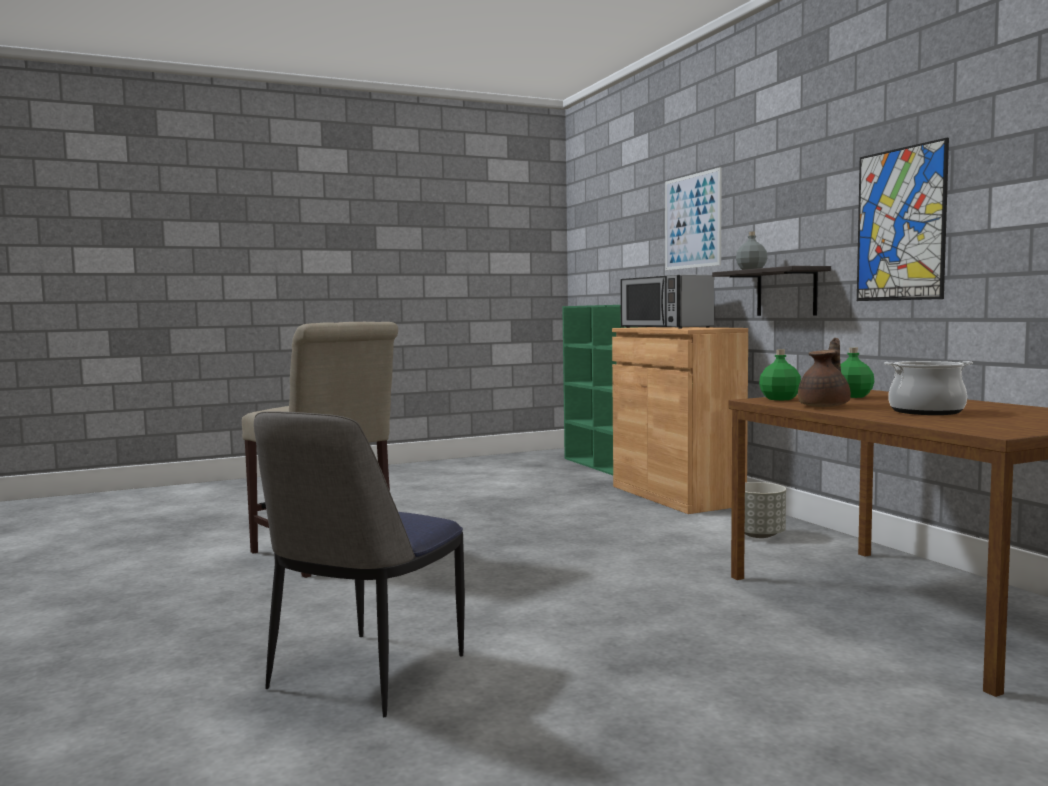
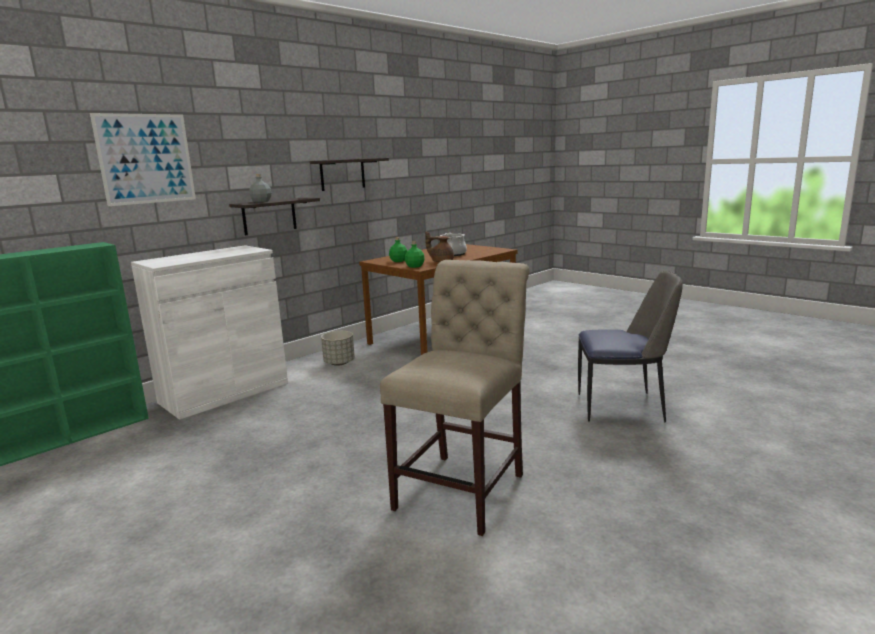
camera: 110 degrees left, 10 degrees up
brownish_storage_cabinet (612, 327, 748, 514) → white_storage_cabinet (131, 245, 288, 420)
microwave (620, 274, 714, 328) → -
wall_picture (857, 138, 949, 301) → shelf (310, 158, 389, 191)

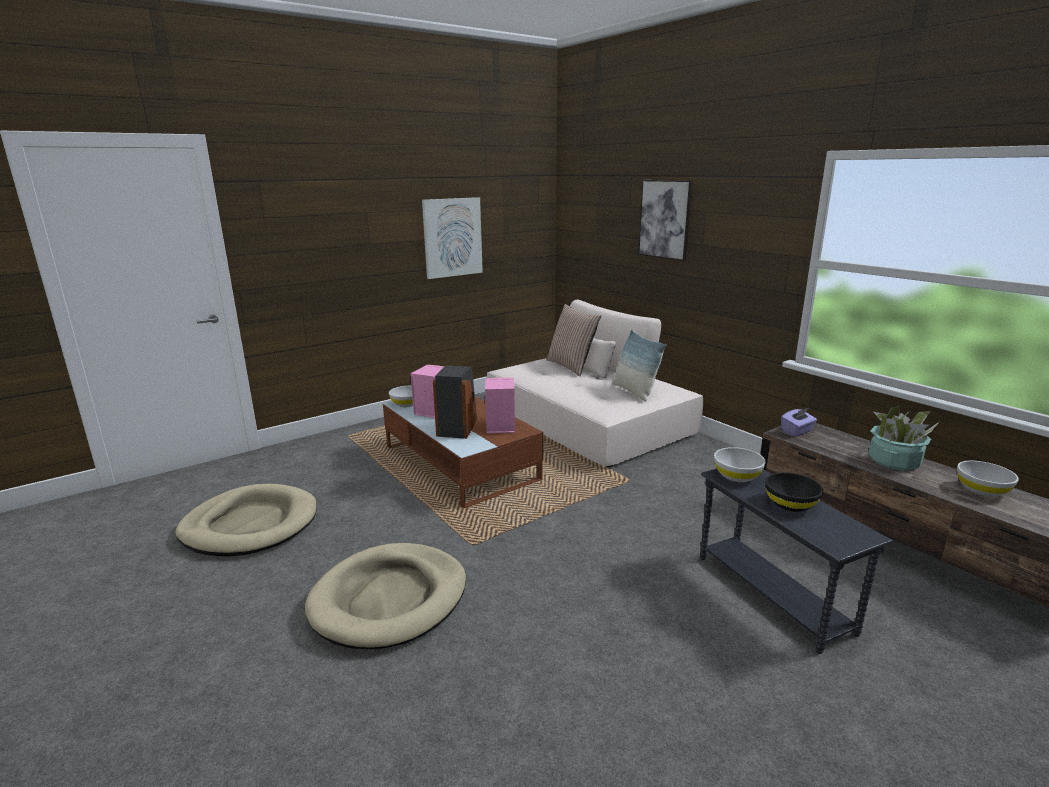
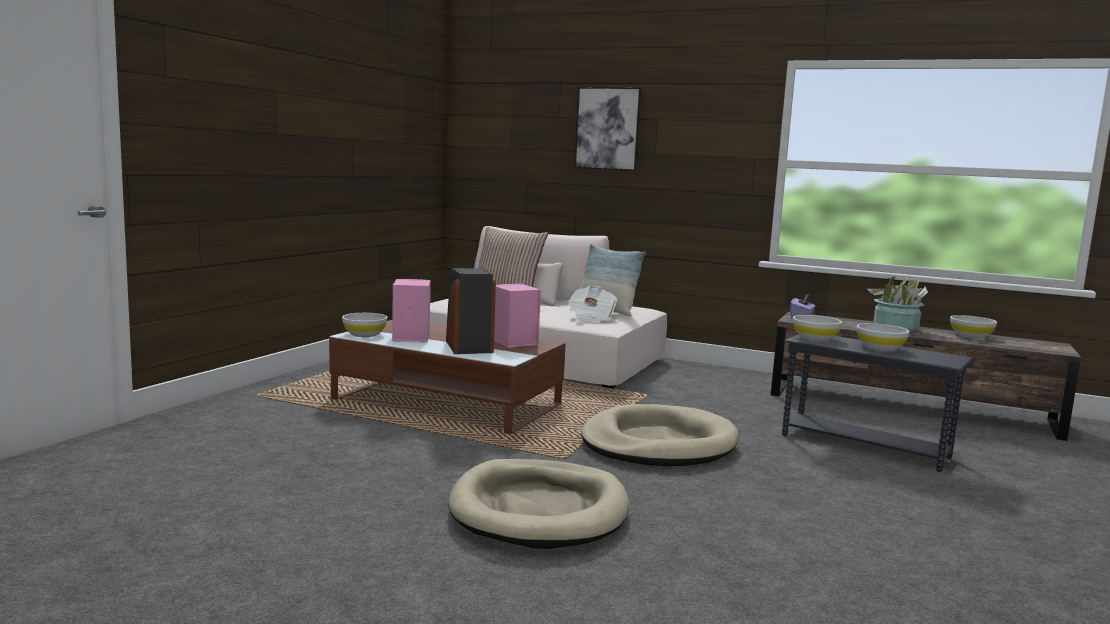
camera: 30 degrees left, 10 degrees down
beige-coloured_dog_cushion (175, 484, 317, 557) → beige-coloured_dog_cushion (581, 404, 739, 466), shifted
wall_picture (422, 197, 483, 279) → -
black_serving_bowl (765, 472, 823, 512) → white_serving_bowl (857, 323, 909, 351)
- → newspaper (567, 286, 618, 323)

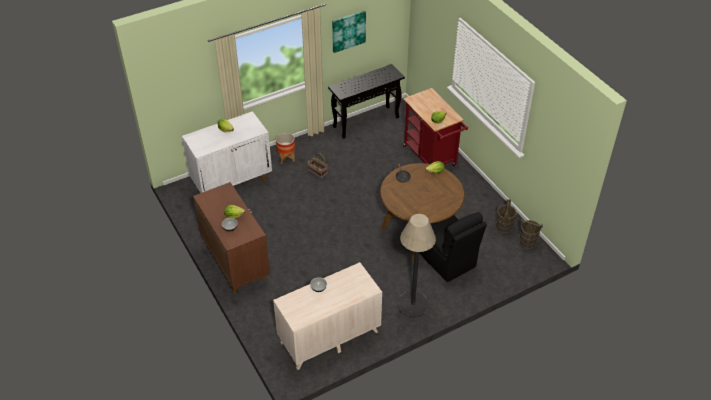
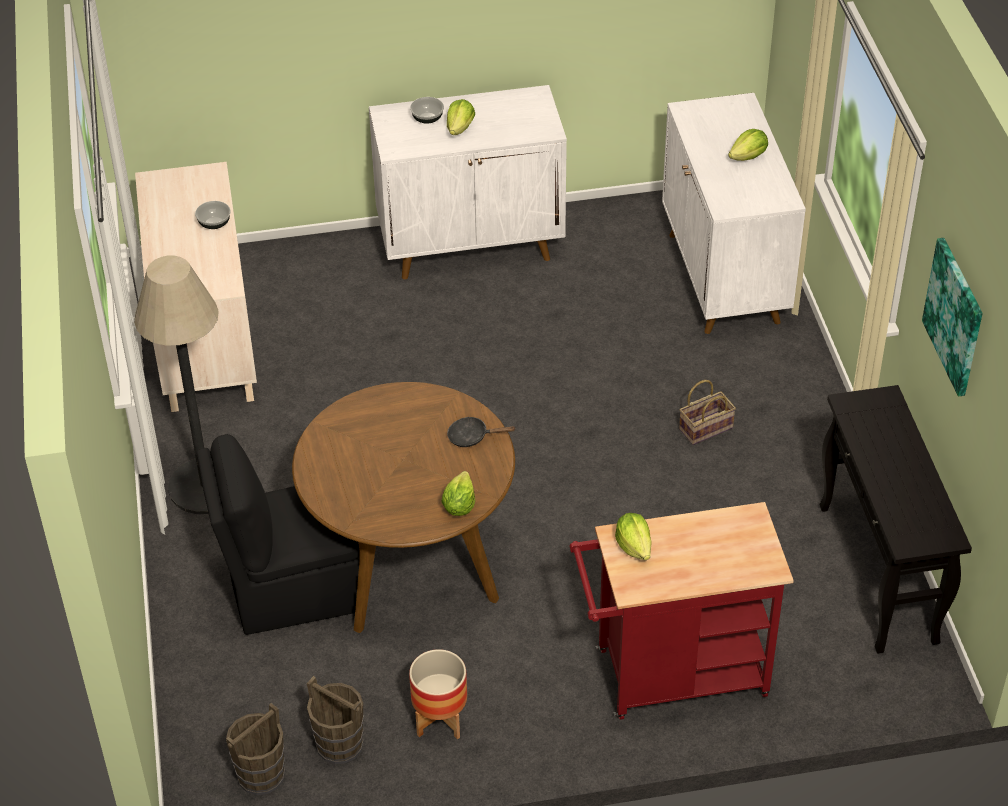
camera: 110 degrees right, 0 degrees up
brownish_storage_cabinet (193, 182, 270, 293) → white_storage_cabinet (369, 85, 567, 279)
planter (276, 133, 295, 164) → planter (409, 649, 467, 740), shifted

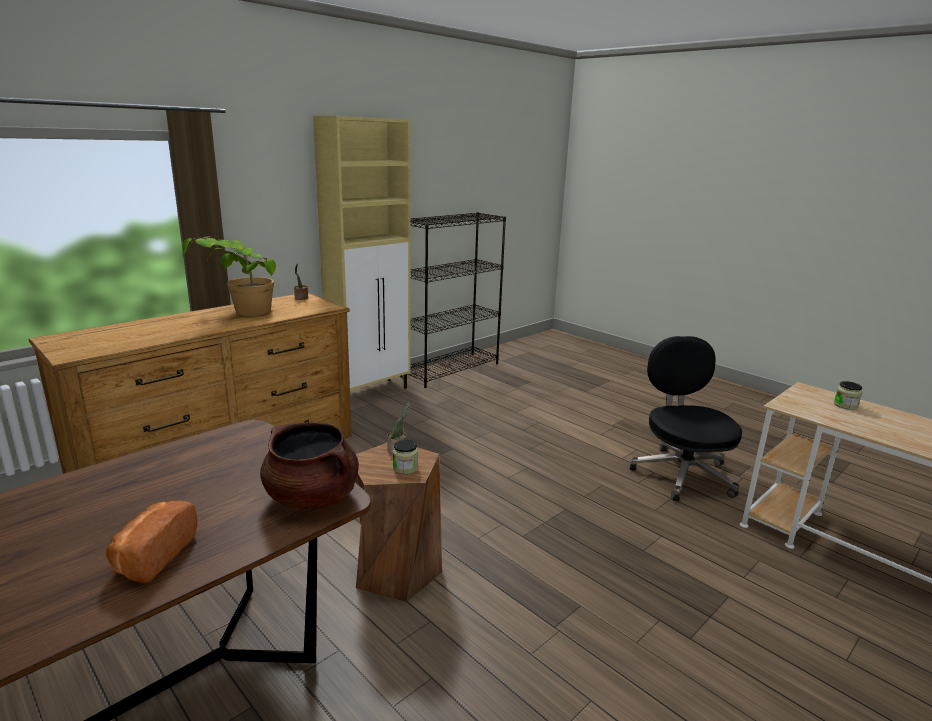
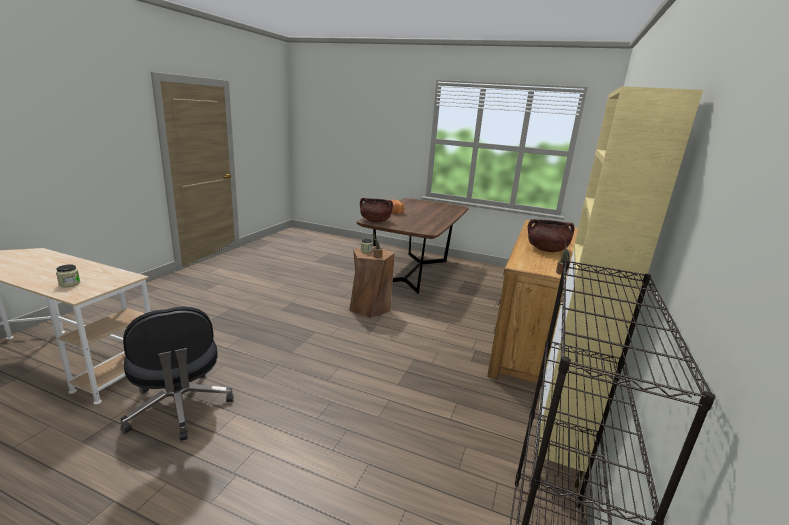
camera: 155 degrees right, 0 degrees up
houseplant (182, 236, 276, 316) → brownish_cooking_pot (528, 219, 575, 252)

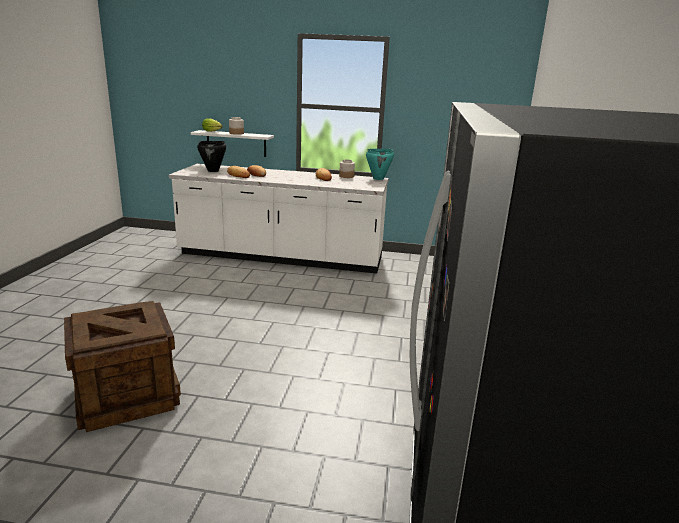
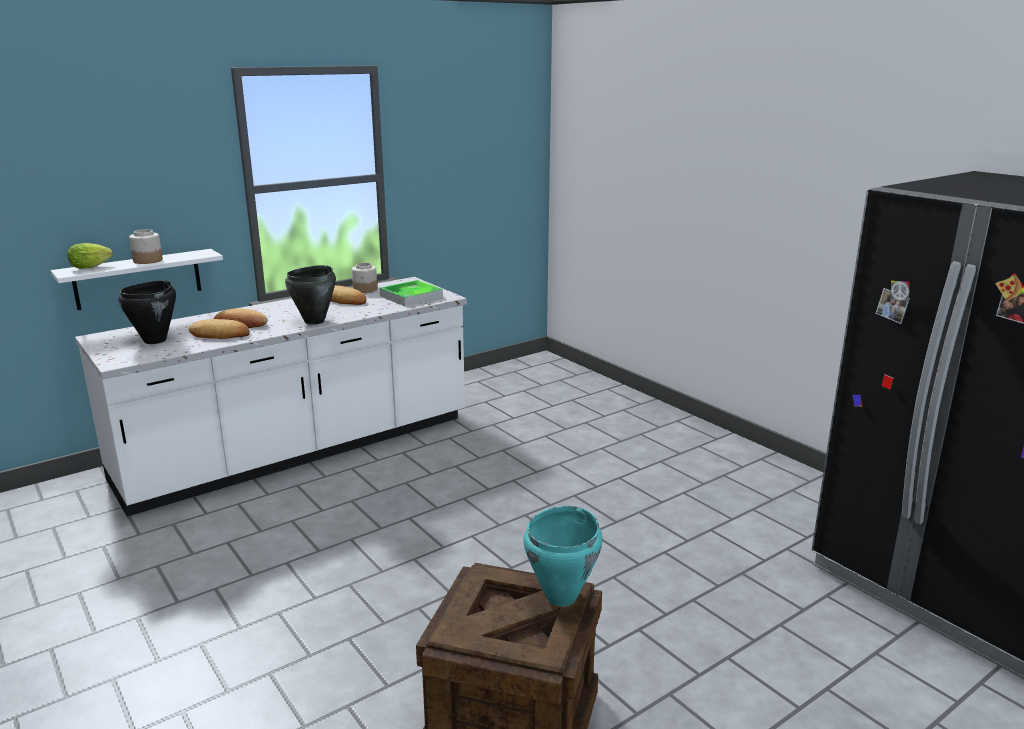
camera: 45 degrees left, 0 degrees up
turquoise_cooking_pot (366, 149, 394, 180) → turquoise_cooking_pot (523, 506, 602, 606), shifted
- → black_cooking_pot (285, 265, 336, 325)
- → tray (379, 280, 443, 306)

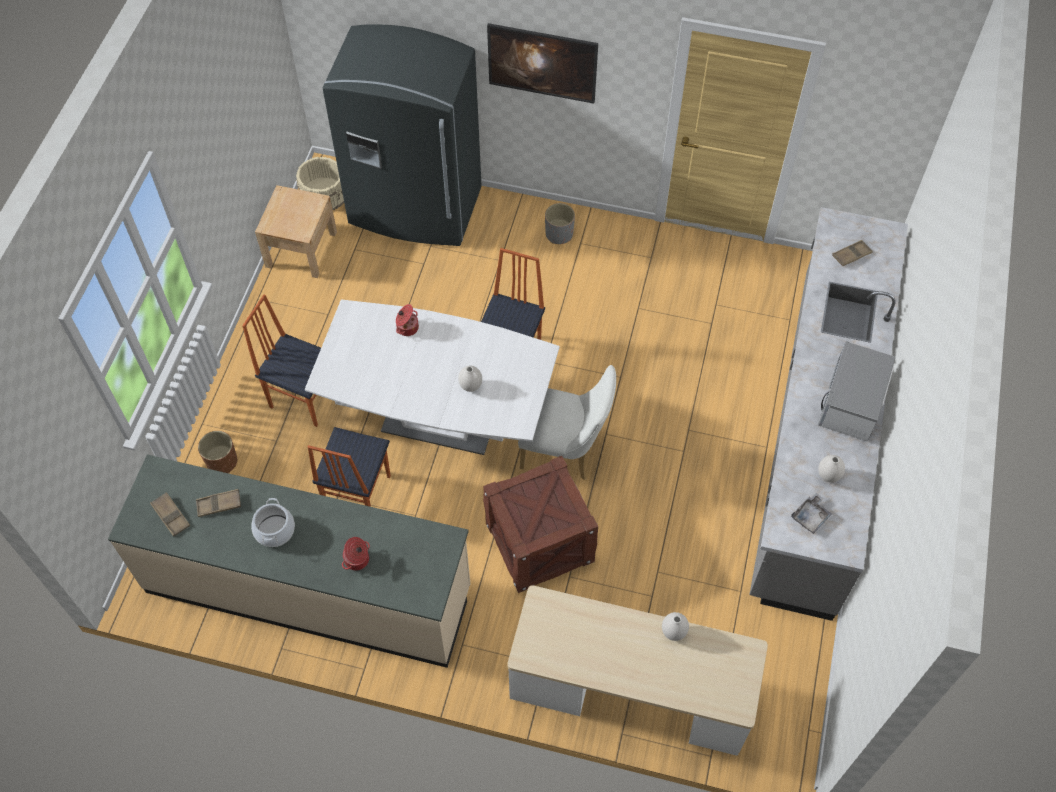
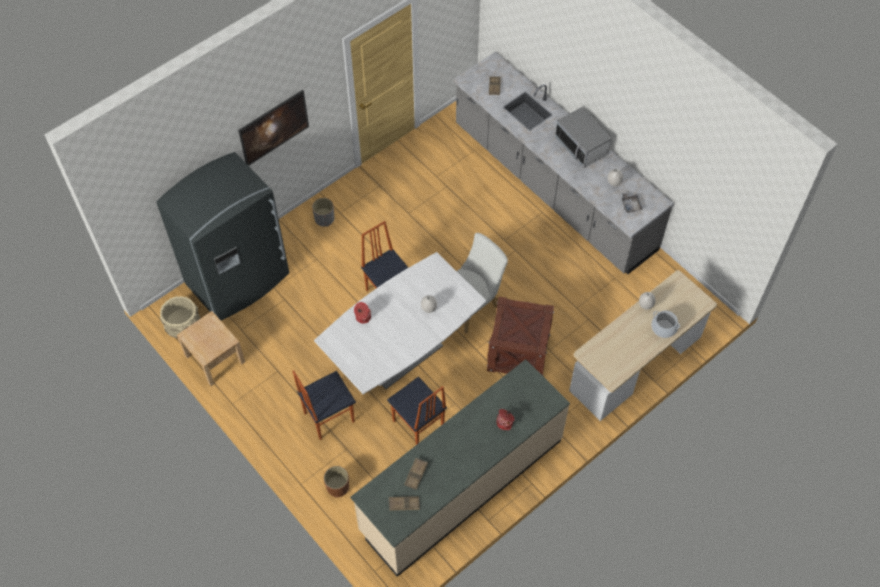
camera: 55 degrees left, 0 degrees up
cooking_pot (251, 498, 295, 547) → cooking_pot (651, 311, 680, 338), shifted

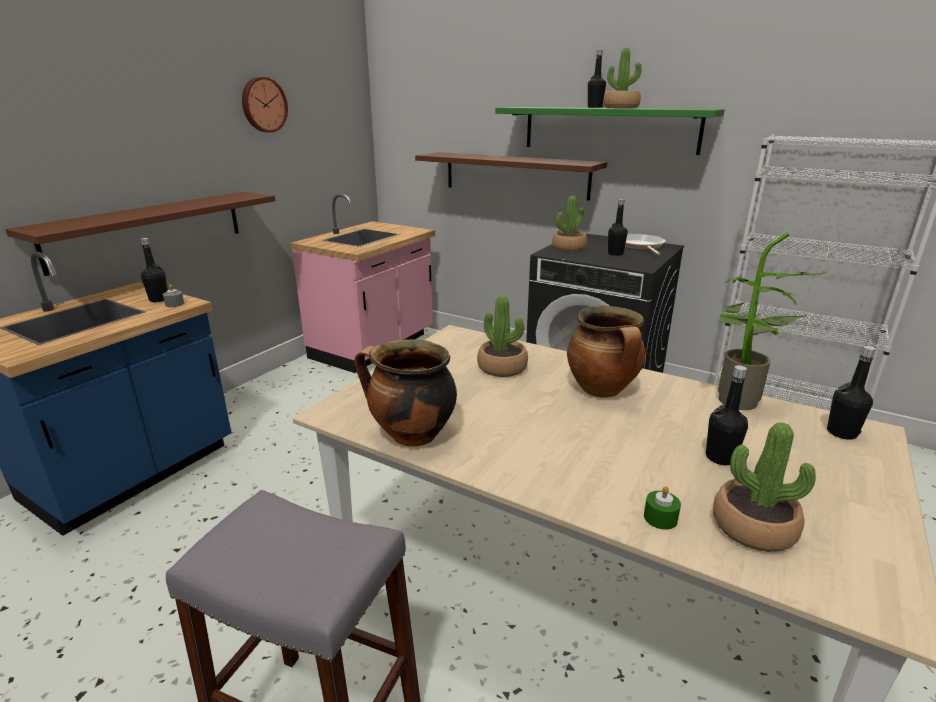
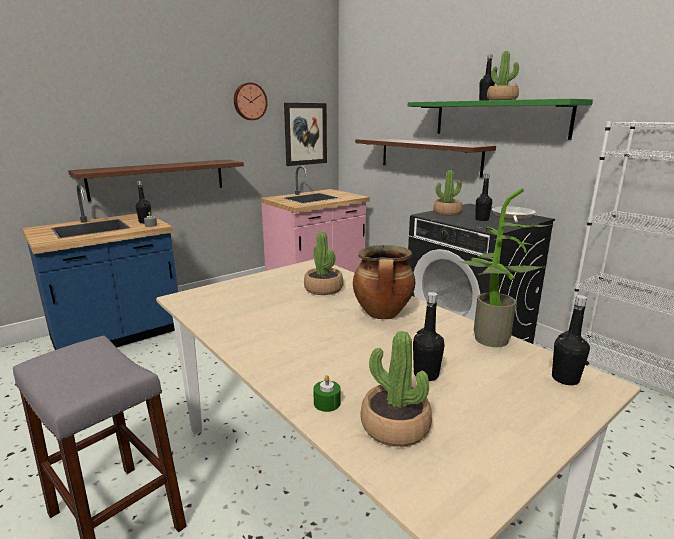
camera: 20 degrees right, 5 degrees down
cooking_pot (355, 339, 457, 446) → -
- → wall_picture (284, 103, 327, 166)

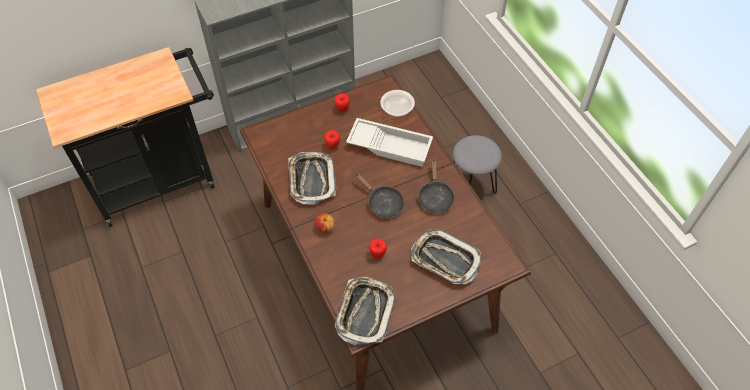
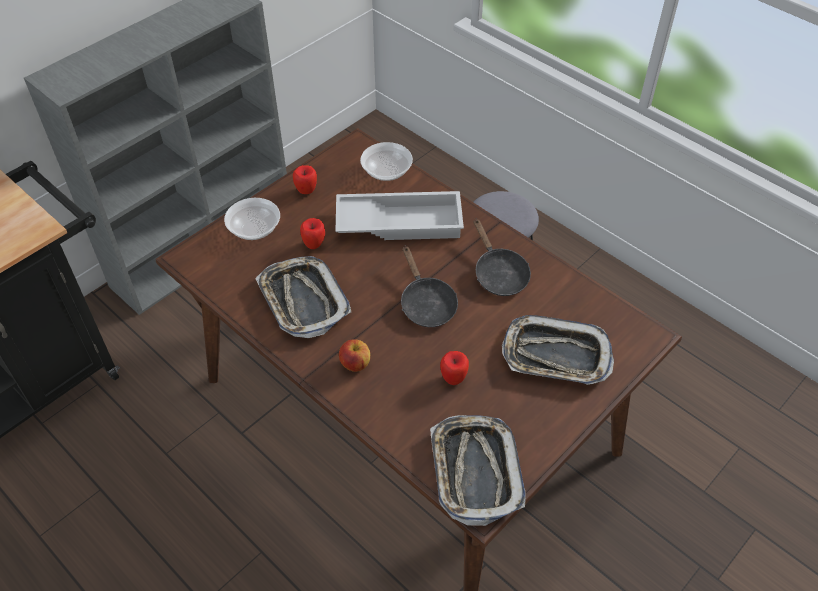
camera: 20 degrees left, 5 degrees down
black_frying_pan (355, 173, 404, 218) → black_frying_pan (401, 246, 458, 327), 45 degrees clockwise
- → serving_bowl (224, 198, 280, 240)

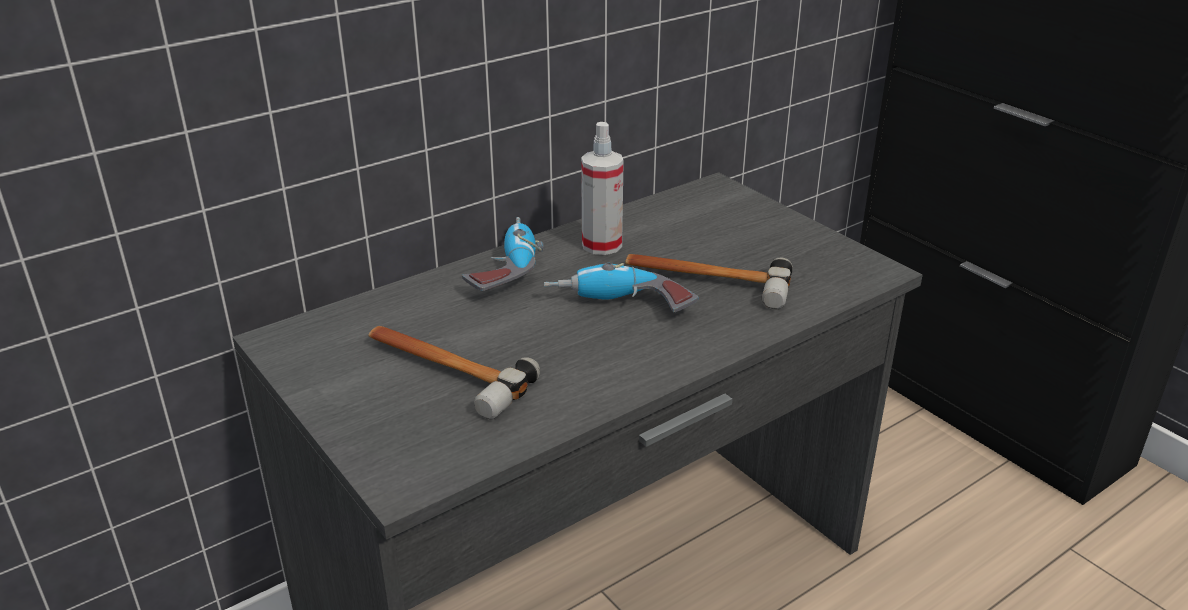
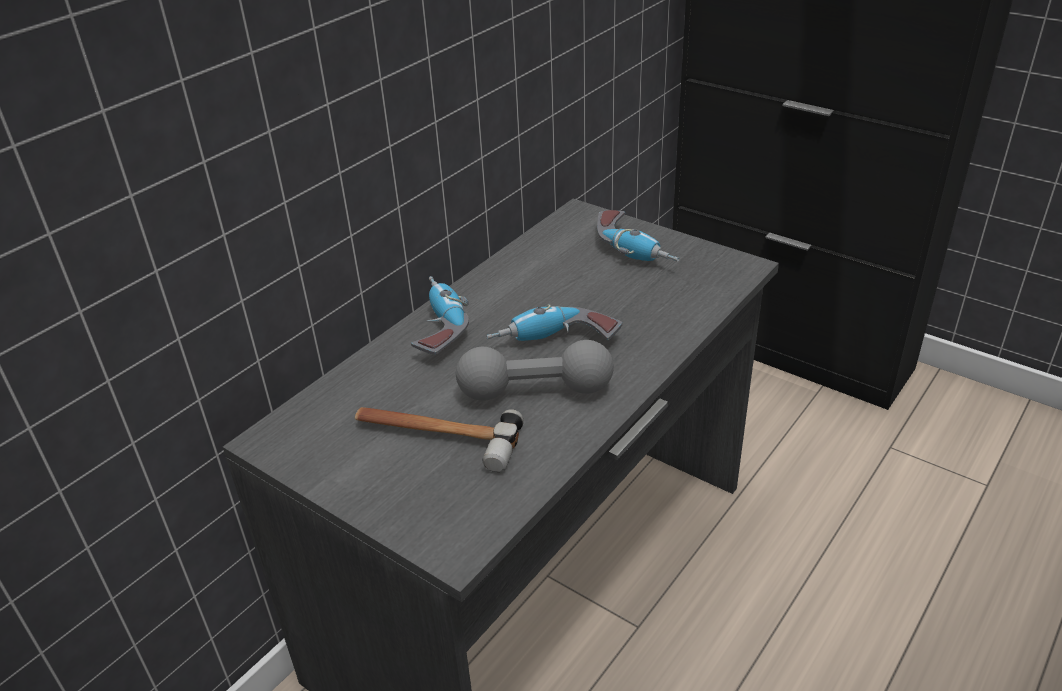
camera: 15 degrees left, 5 degrees up
hand_sprayer (581, 122, 624, 255) → -
hand_hammer (625, 254, 793, 309) → -
- → grey_hand_weight (456, 340, 614, 401)
- → drill (597, 210, 679, 262)

